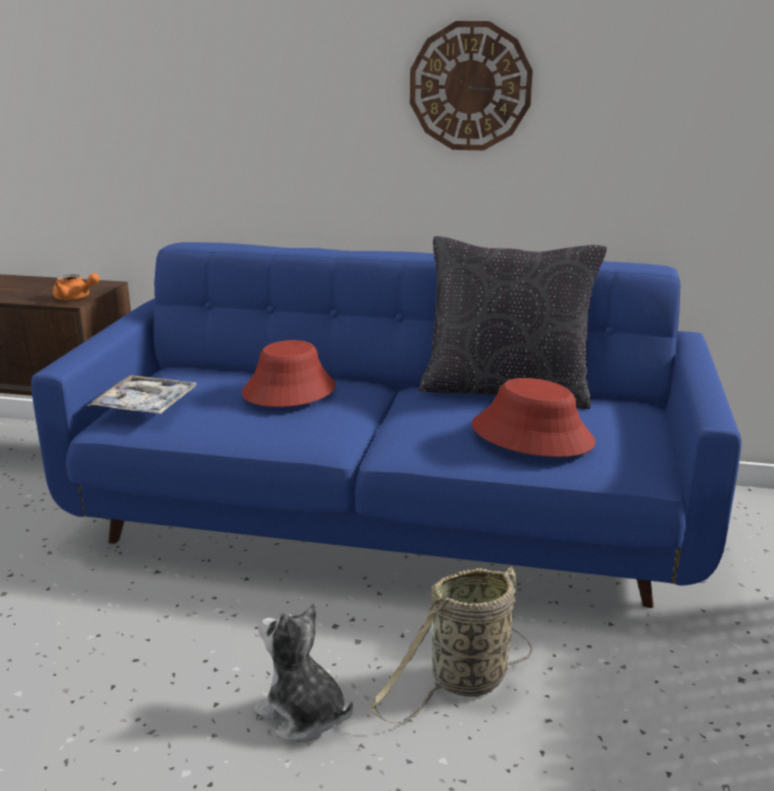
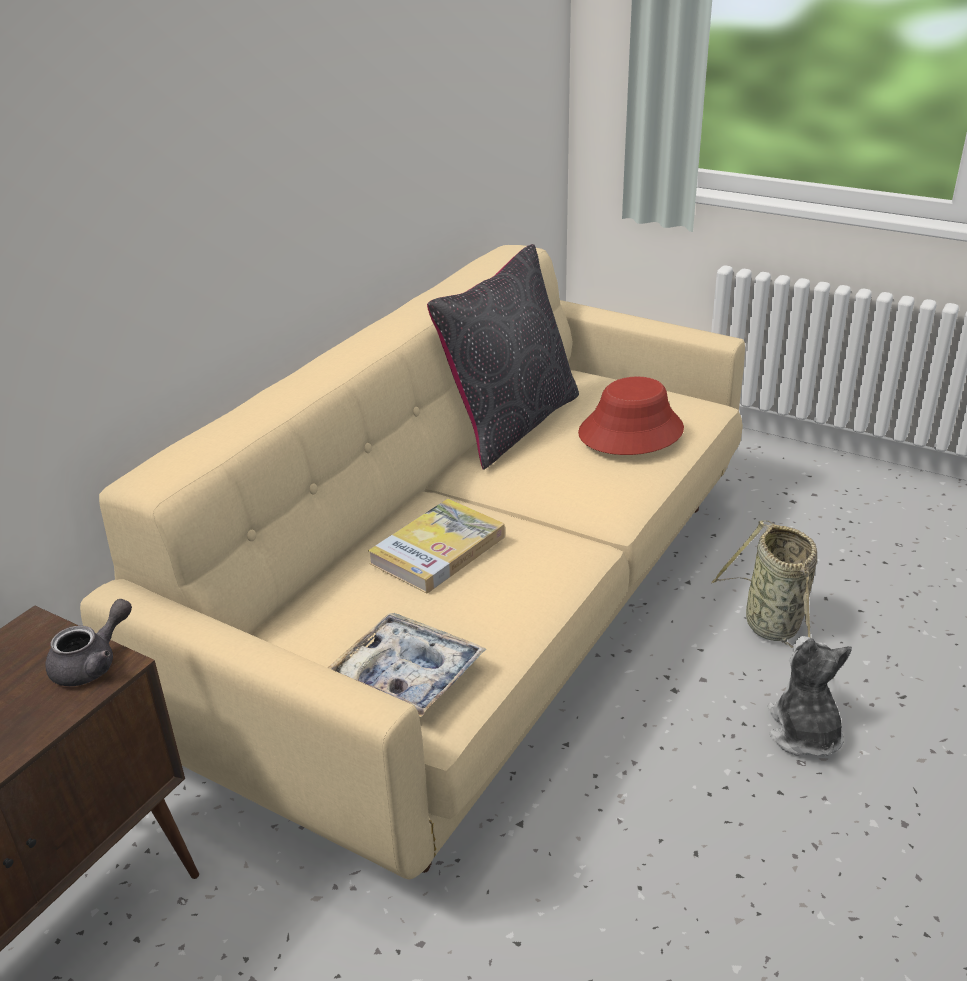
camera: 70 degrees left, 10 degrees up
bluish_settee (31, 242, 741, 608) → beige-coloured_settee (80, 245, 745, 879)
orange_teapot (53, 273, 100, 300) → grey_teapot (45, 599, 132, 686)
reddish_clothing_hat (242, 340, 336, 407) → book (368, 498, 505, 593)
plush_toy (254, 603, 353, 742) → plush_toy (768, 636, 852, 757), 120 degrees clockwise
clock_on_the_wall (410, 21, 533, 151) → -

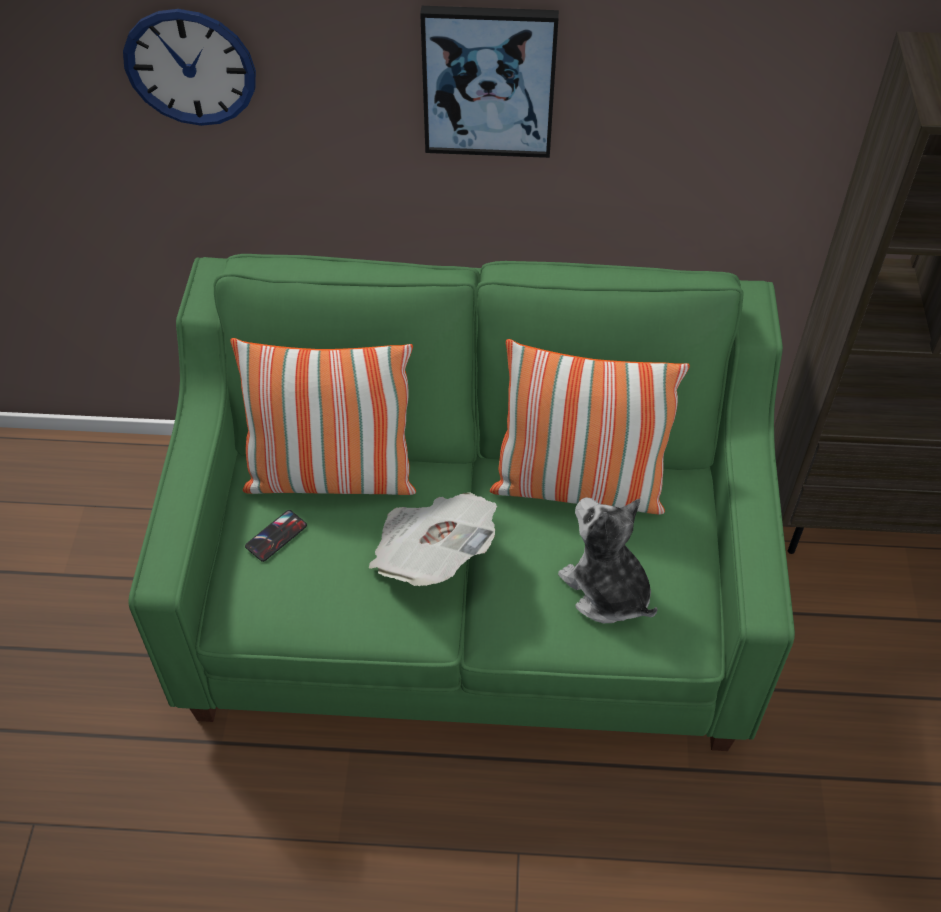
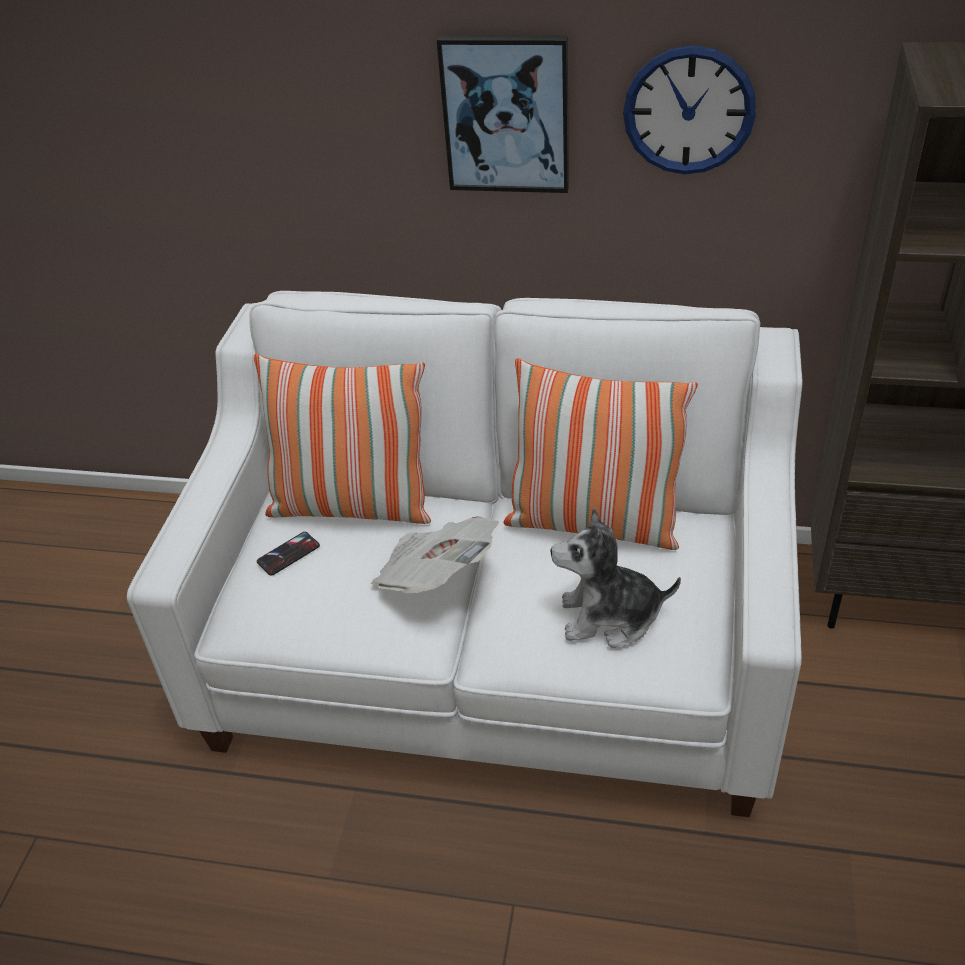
camera: 10 degrees right, 10 degrees down
clock_on_the_wall (123, 9, 256, 126) → clock_on_the_wall (623, 45, 756, 174), shifted
green_settee (129, 254, 795, 751) → white_settee (127, 291, 803, 817)
plush_toy (558, 497, 658, 623) → plush_toy (550, 507, 681, 648), 60 degrees counterclockwise

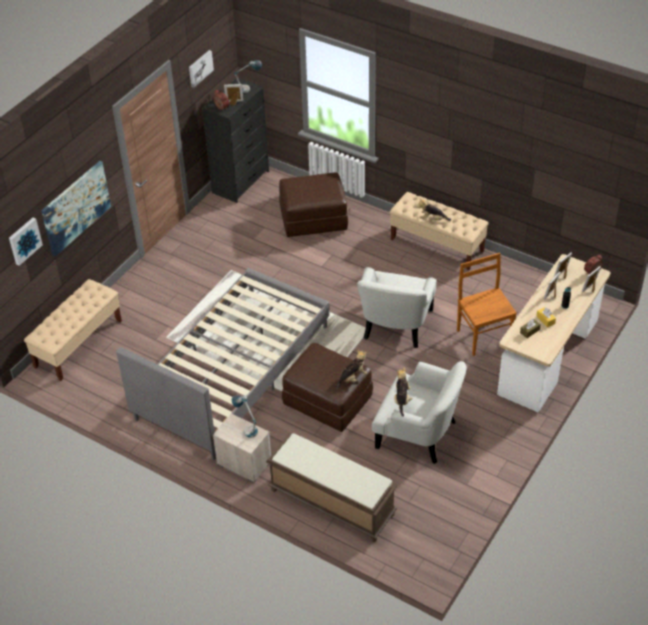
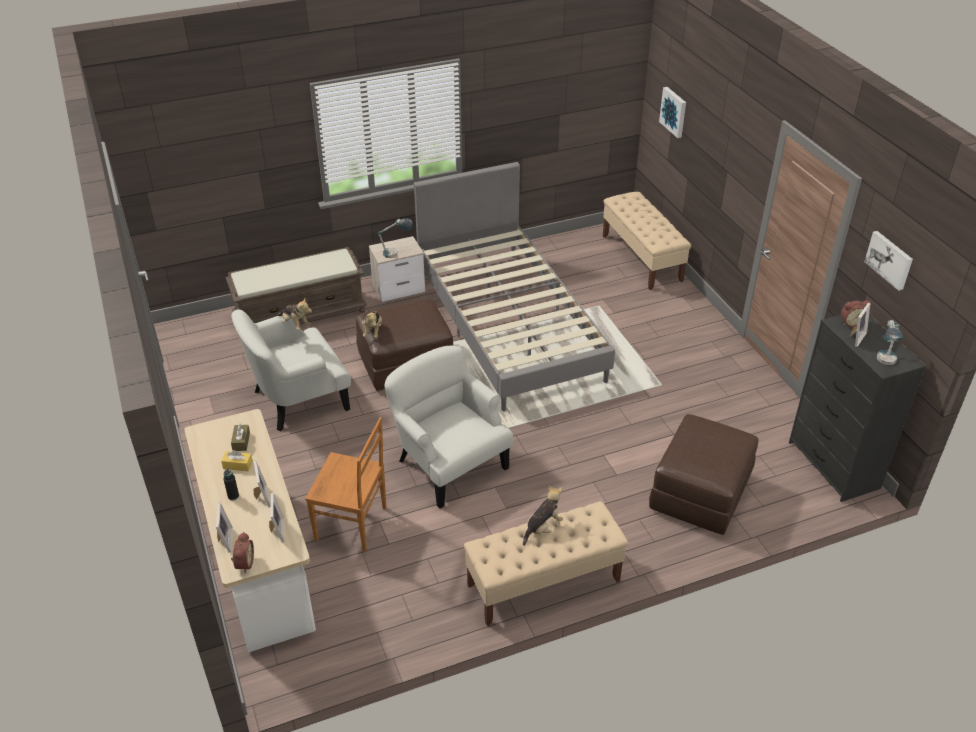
camera: 125 degrees right, 5 degrees down
wall_picture (41, 161, 111, 257) → -

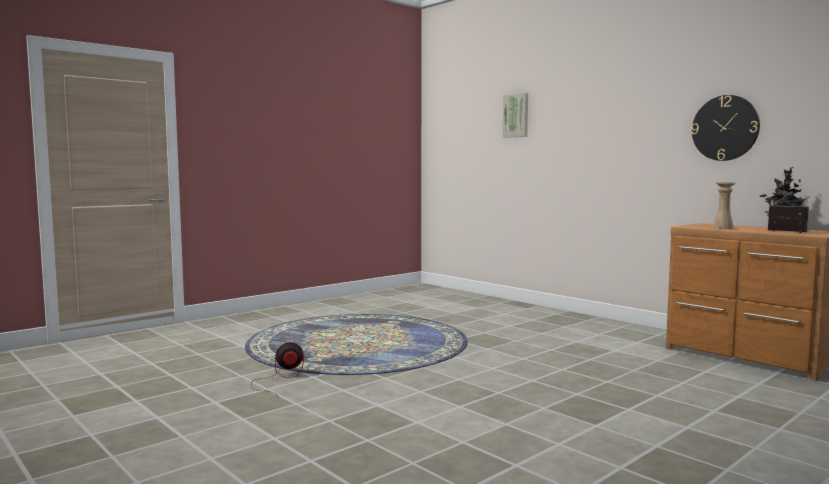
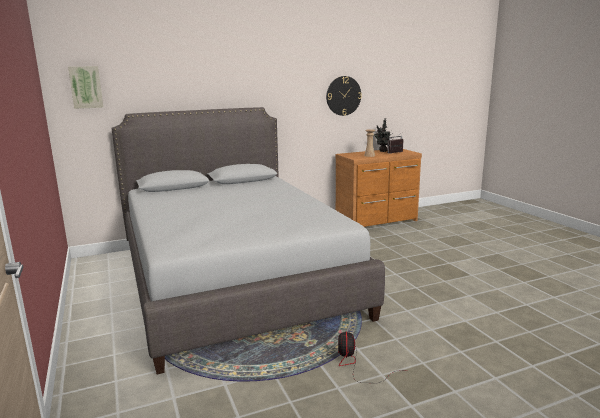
camera: 70 degrees left, 10 degrees up
wall_picture (502, 93, 528, 138) → wall_picture (68, 66, 104, 109), shifted
- → grey_bedroom_bed (111, 107, 385, 374)

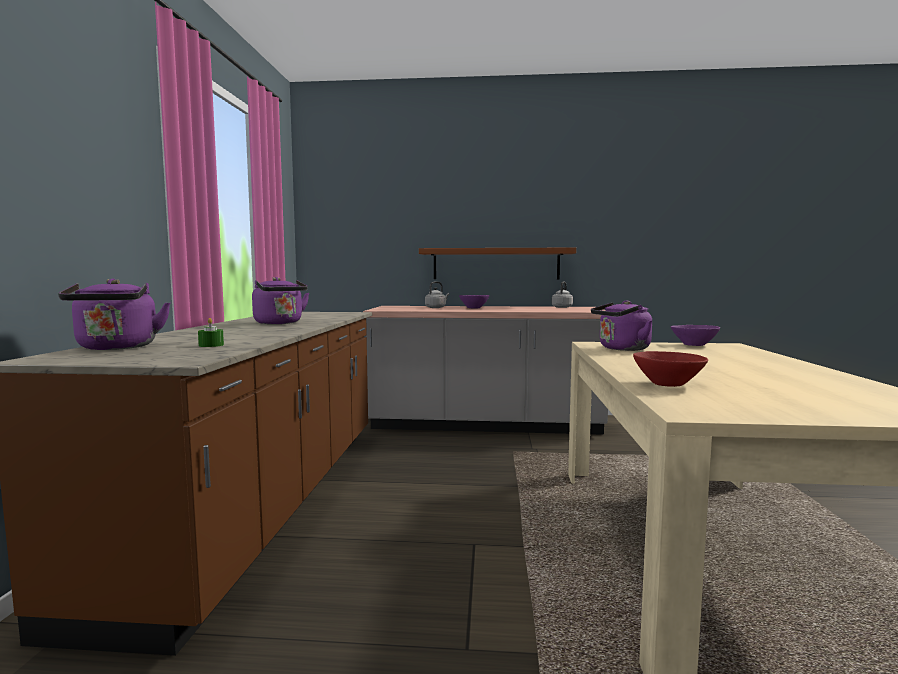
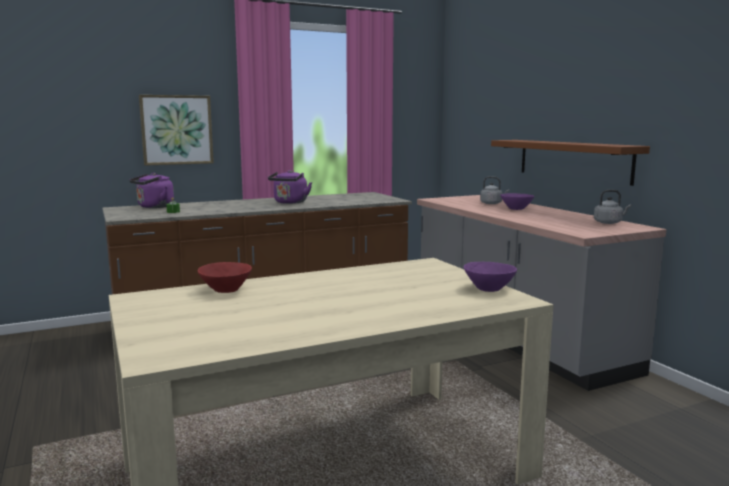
camera: 60 degrees right, 5 degrees up
purple-coloured_kettle (591, 301, 652, 351) → -
- → wall_picture (139, 95, 214, 166)

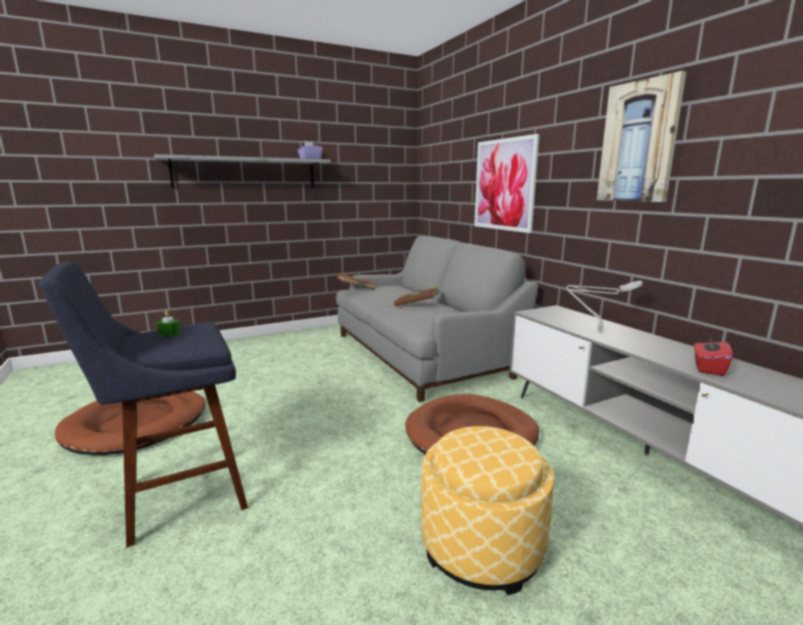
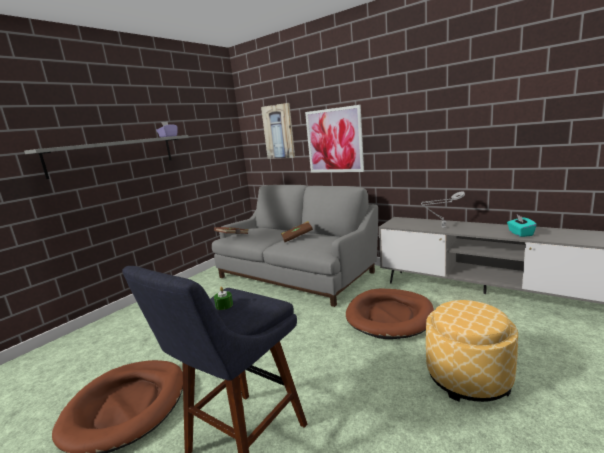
camera: 25 degrees left, 0 degrees up
wall_picture (597, 71, 686, 202) → wall_picture (261, 103, 295, 159), shifted
reddish_box_of_tissues (694, 334, 733, 376) → turquoise_box_of_tissues (507, 215, 537, 237)

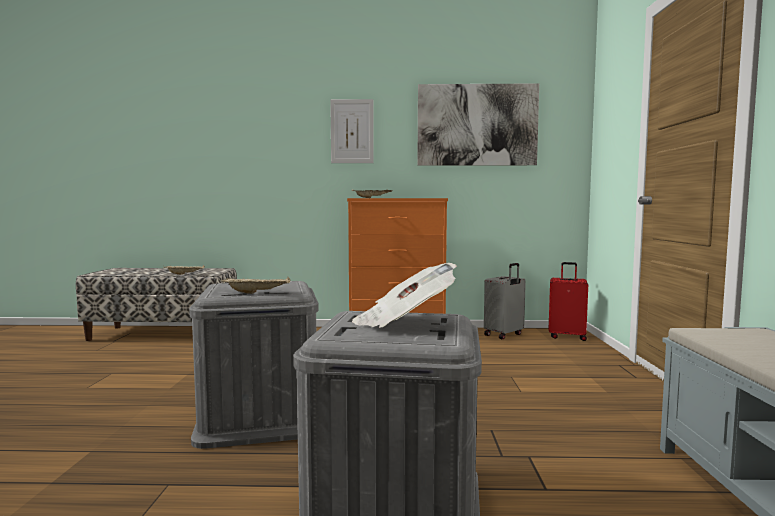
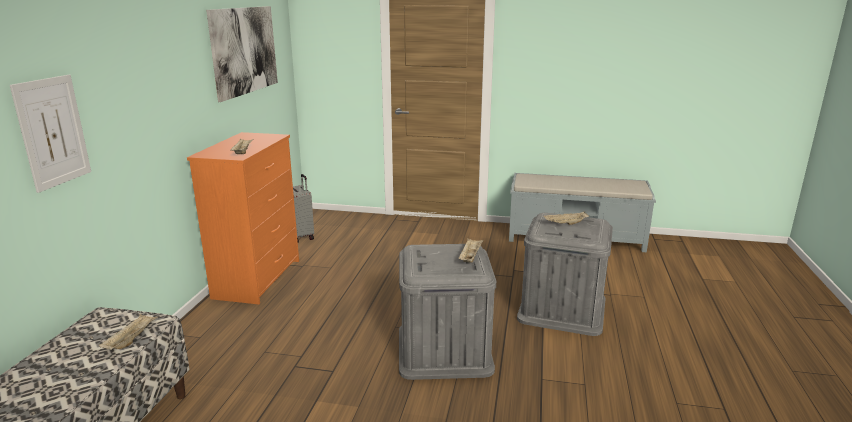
camera: 80 degrees left, 15 degrees up
wall_picture (330, 99, 374, 163) → wall_picture (10, 75, 91, 193), shifted
newspaper (352, 263, 457, 328) → beige-coloured_tray (544, 211, 589, 225)
reddish_suitcase (548, 262, 588, 341) → -

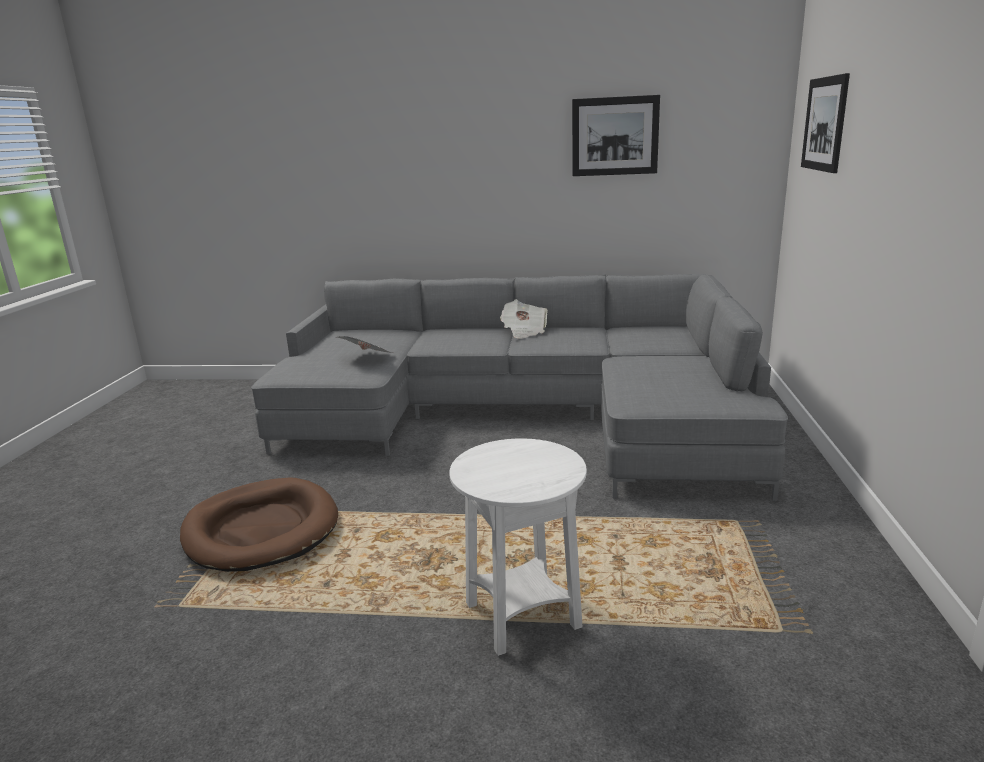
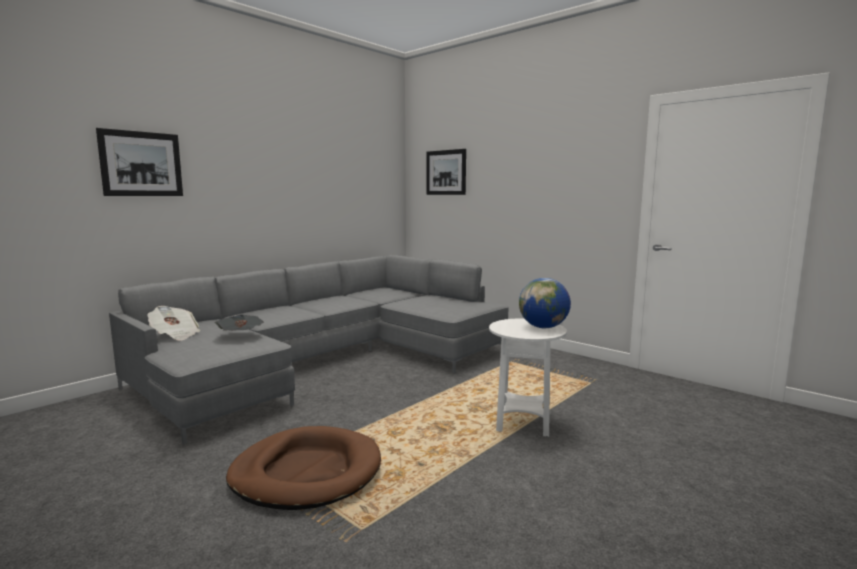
camera: 55 degrees left, 10 degrees down
newspaper (500, 299, 548, 339) → newspaper (147, 306, 200, 341), shifted
wall_picture (572, 95, 660, 176) → wall_picture (96, 128, 183, 196), shifted
- → desk_globe (519, 278, 571, 328)

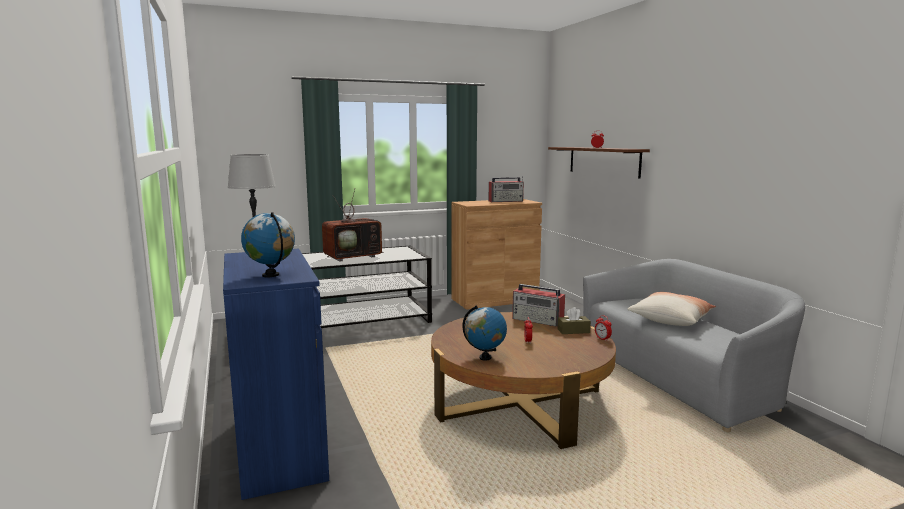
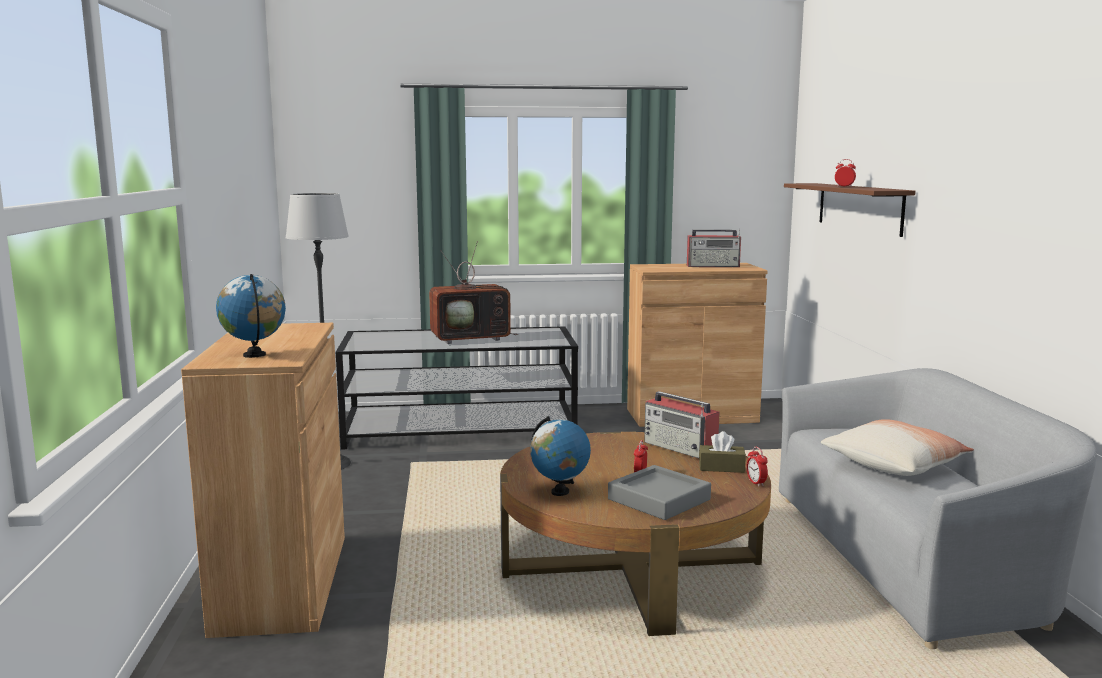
camera: 15 degrees right, 0 degrees up
bluish_storage_cabinet (223, 248, 329, 500) → brownish_storage_cabinet (181, 323, 345, 638)
- → grey_tray (608, 465, 711, 520)

